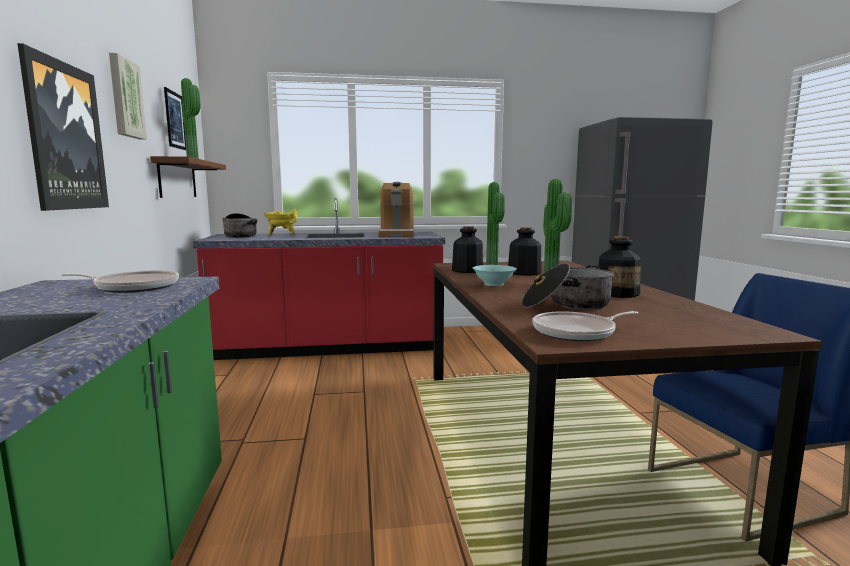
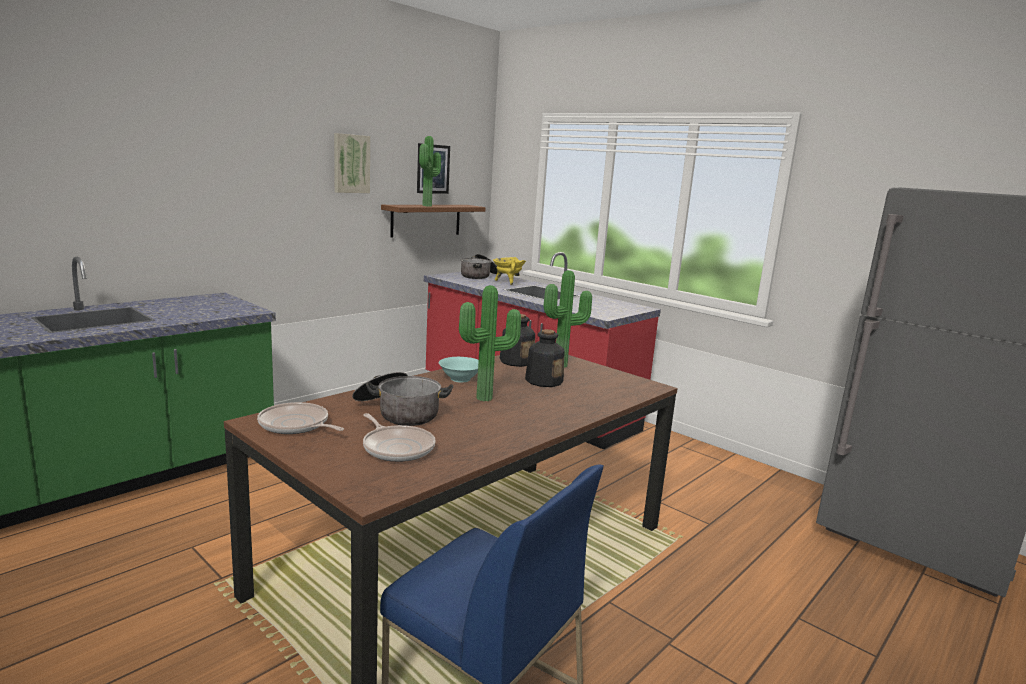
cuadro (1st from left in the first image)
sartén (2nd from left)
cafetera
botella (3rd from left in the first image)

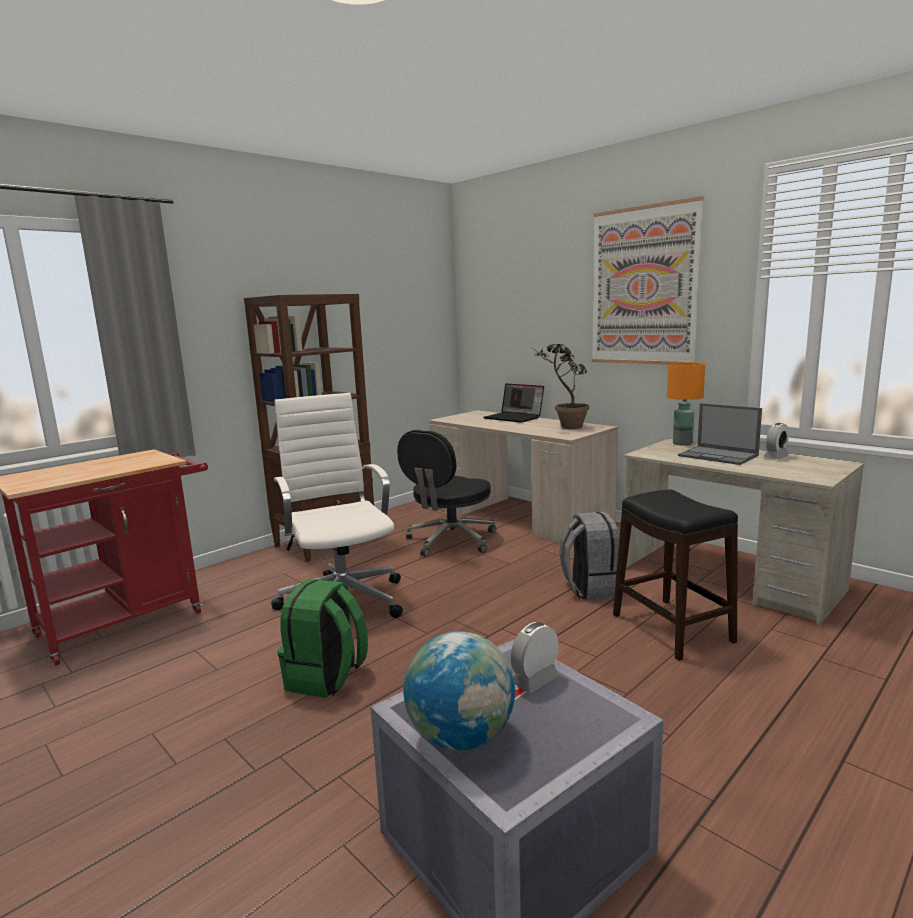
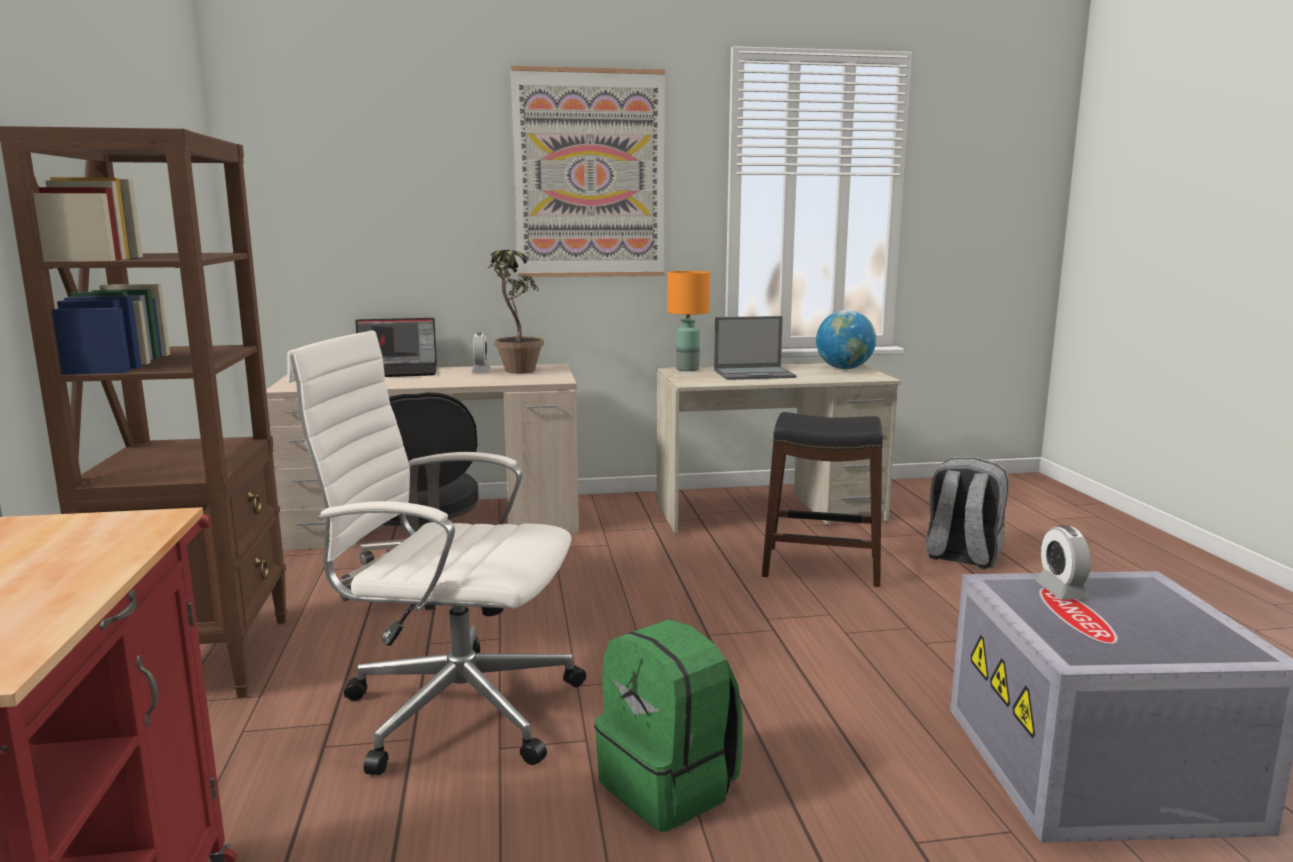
globo terráqueo
mochila (gris)
despertador (1st from left)

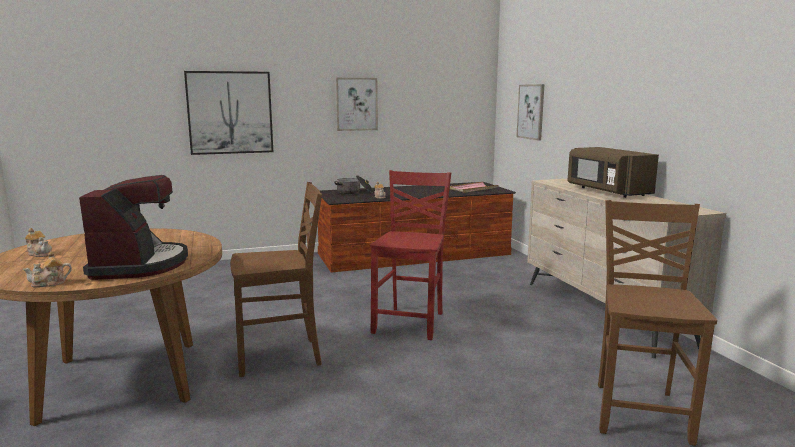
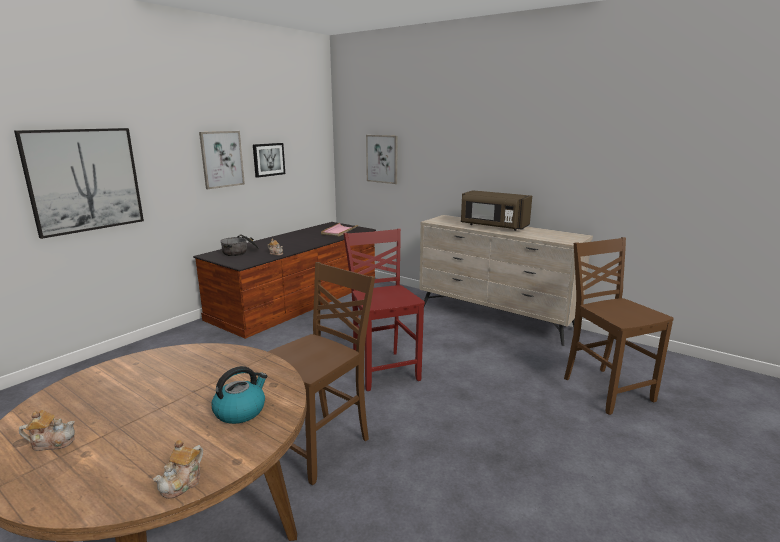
hervidor
cuadro (3rd from left)

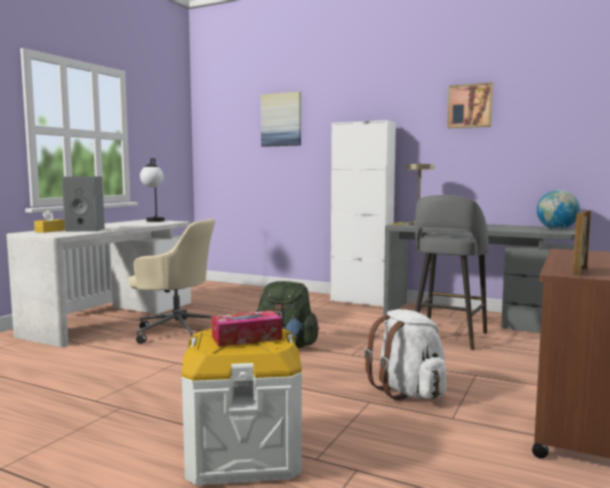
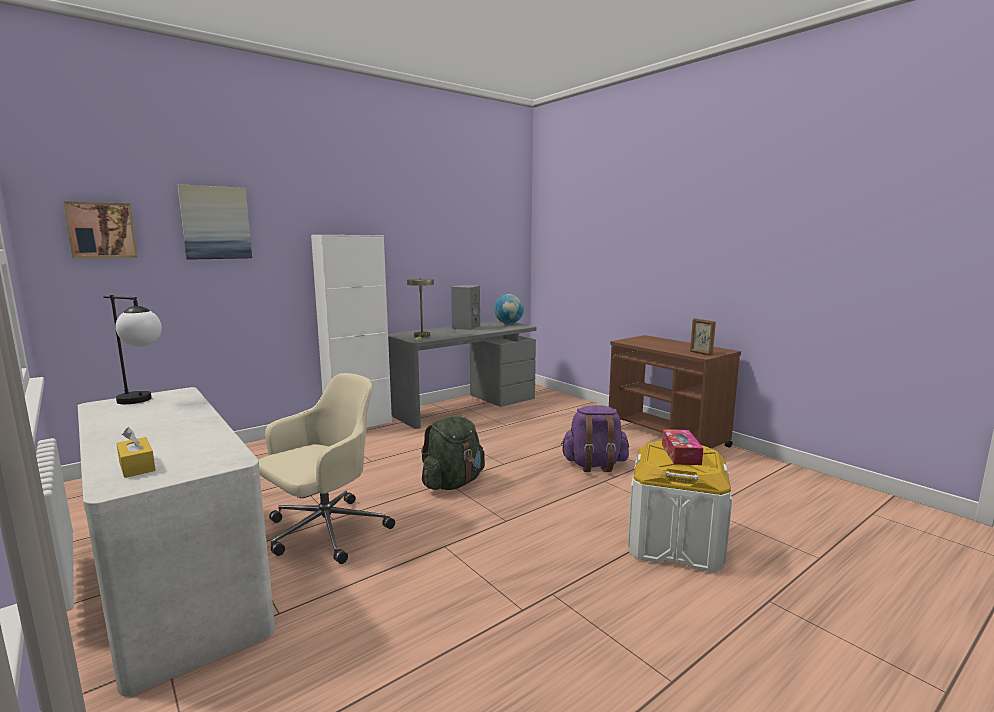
altavoz (gris)
mochila (morado)
taburete (gris)
cuadro (1st from left)

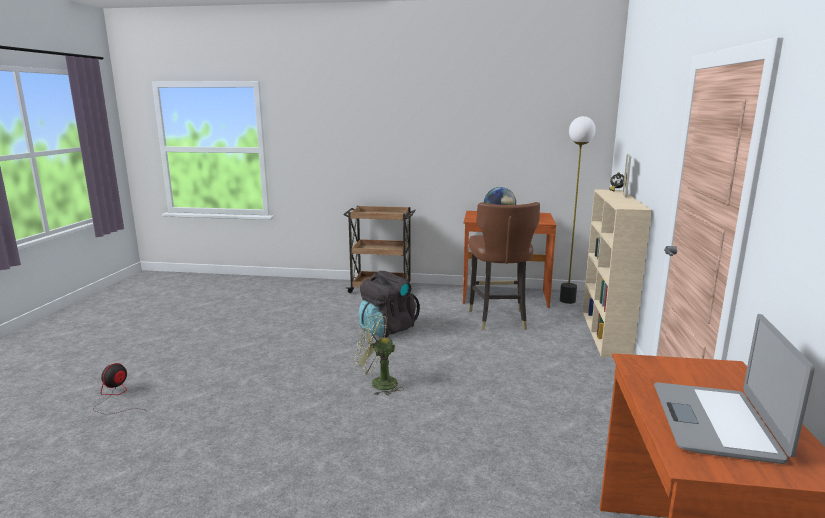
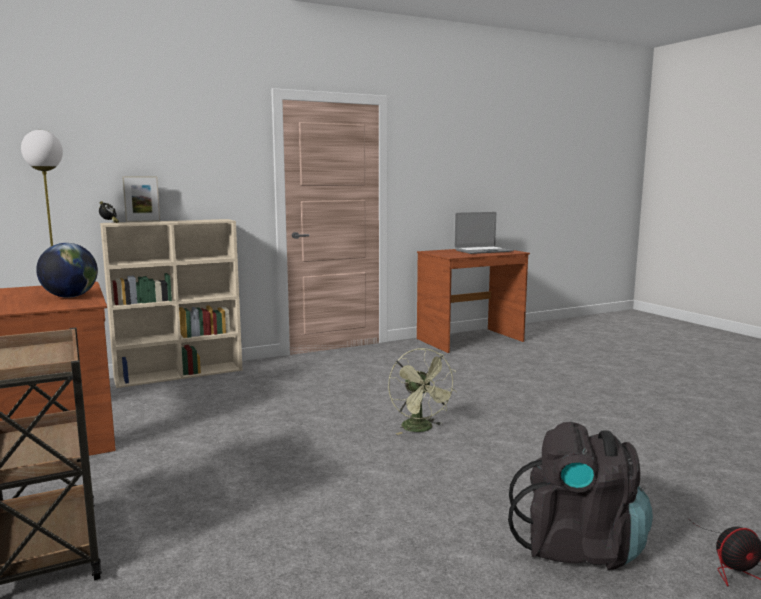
mochila (negro)
silla (marrón)

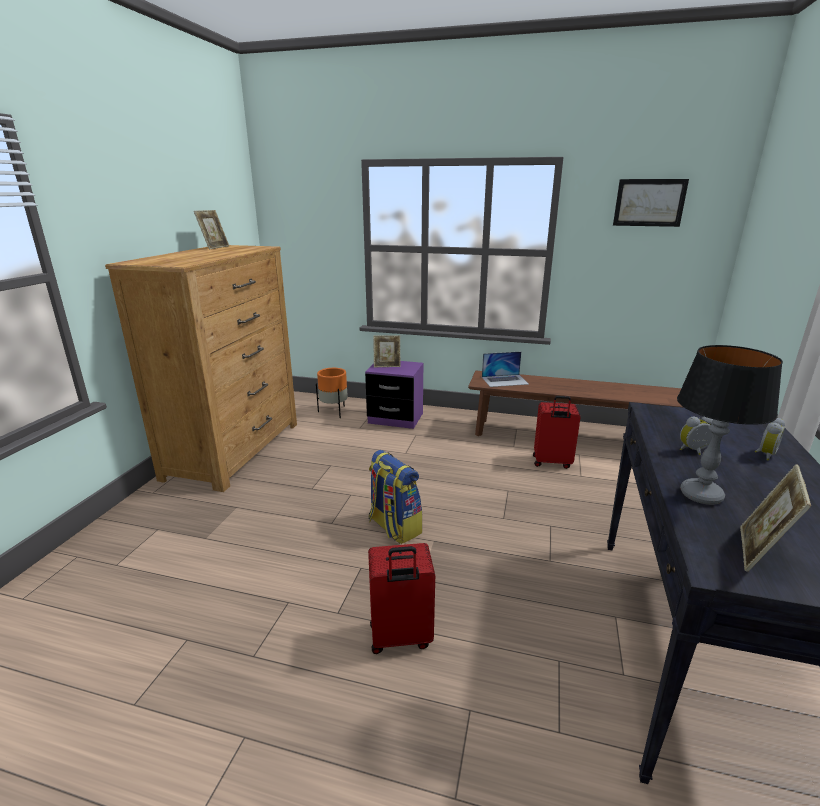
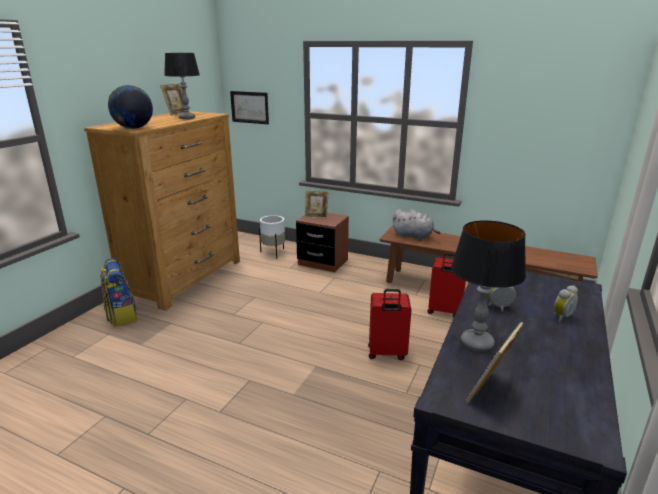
maceta (blanco)
mesita de noche (marrón)
mochila
maleta (rojo) (1st from left)
peluche (gris)
cuadro
globo terráqueo
lámpara de mesa (1st from left)

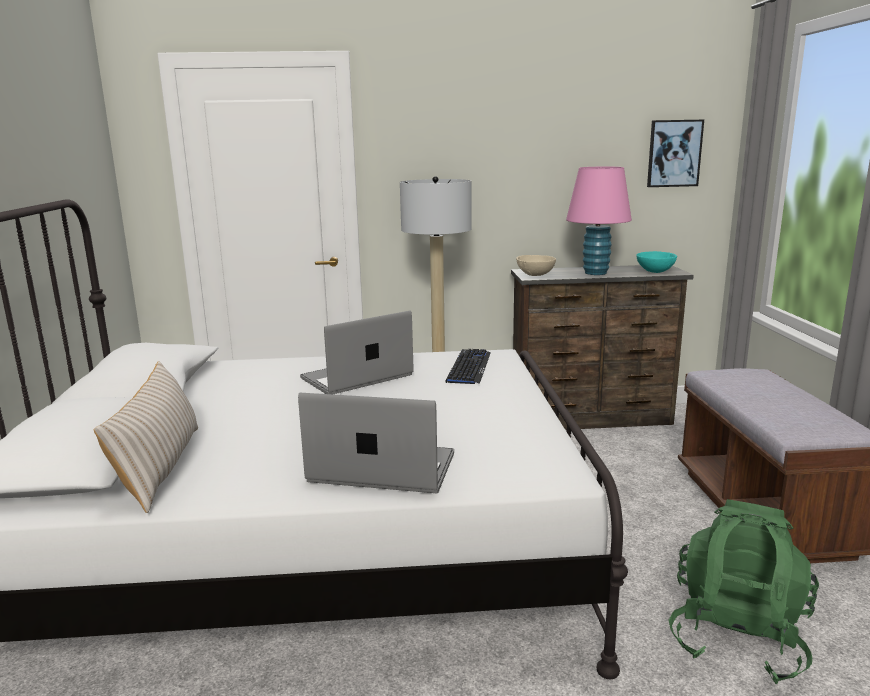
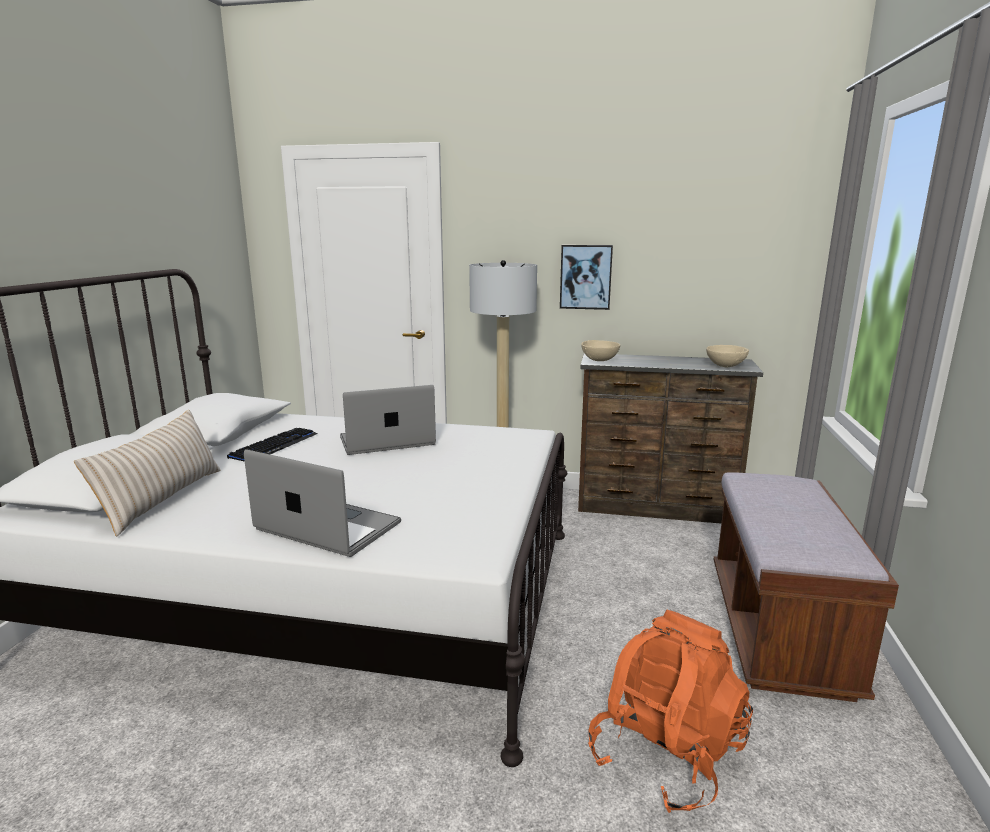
teclado
lámpara de mesa (rosa)
cuenco (beis) (2nd from left)
cuadro
mochila (naranja)

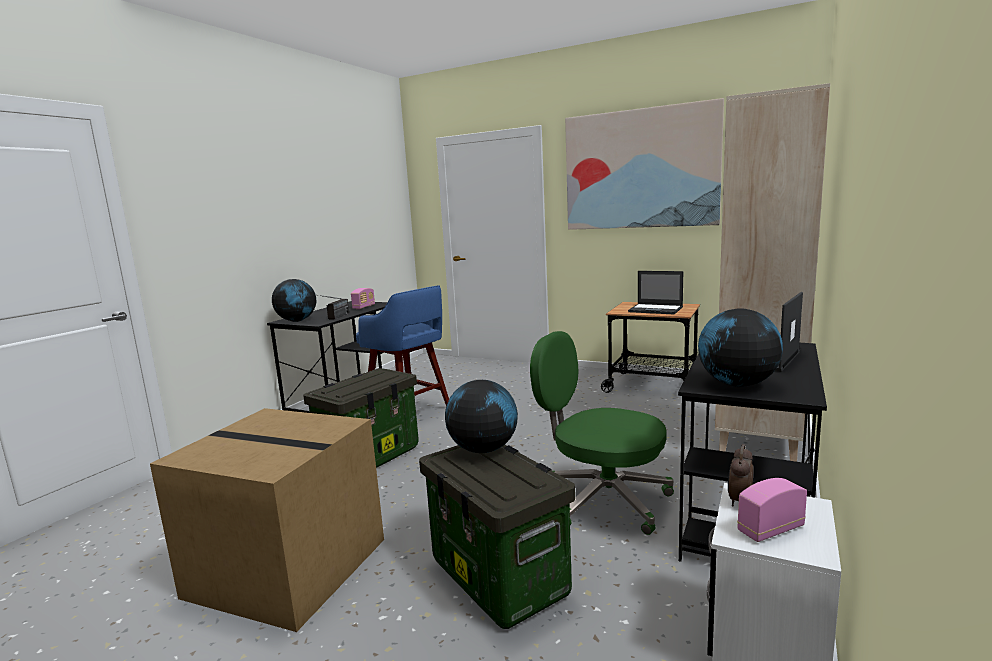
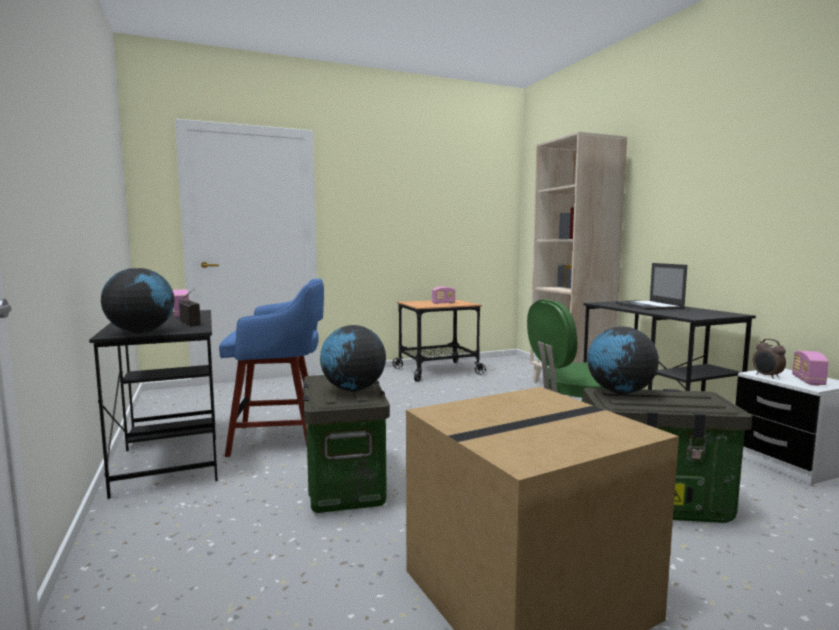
cuadro
radio (3rd from left)
globo terráqueo (2nd from left)

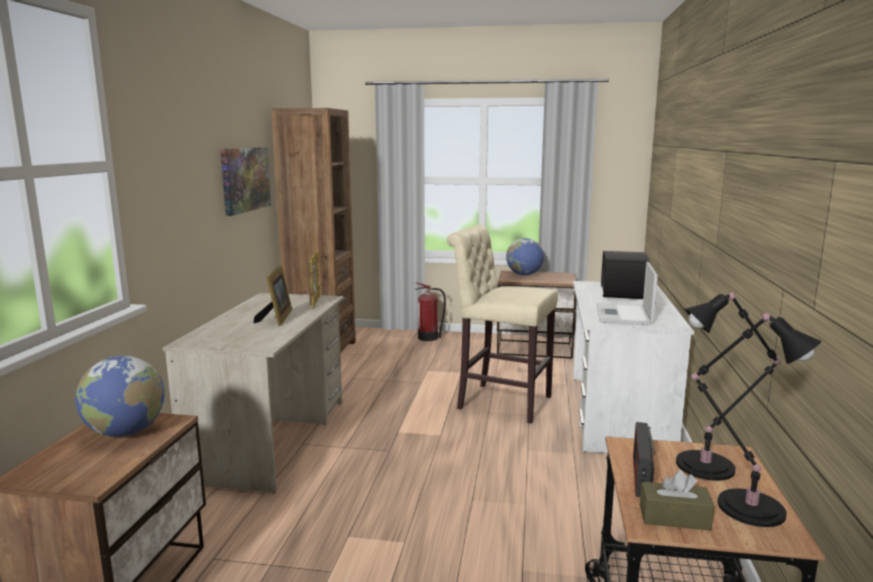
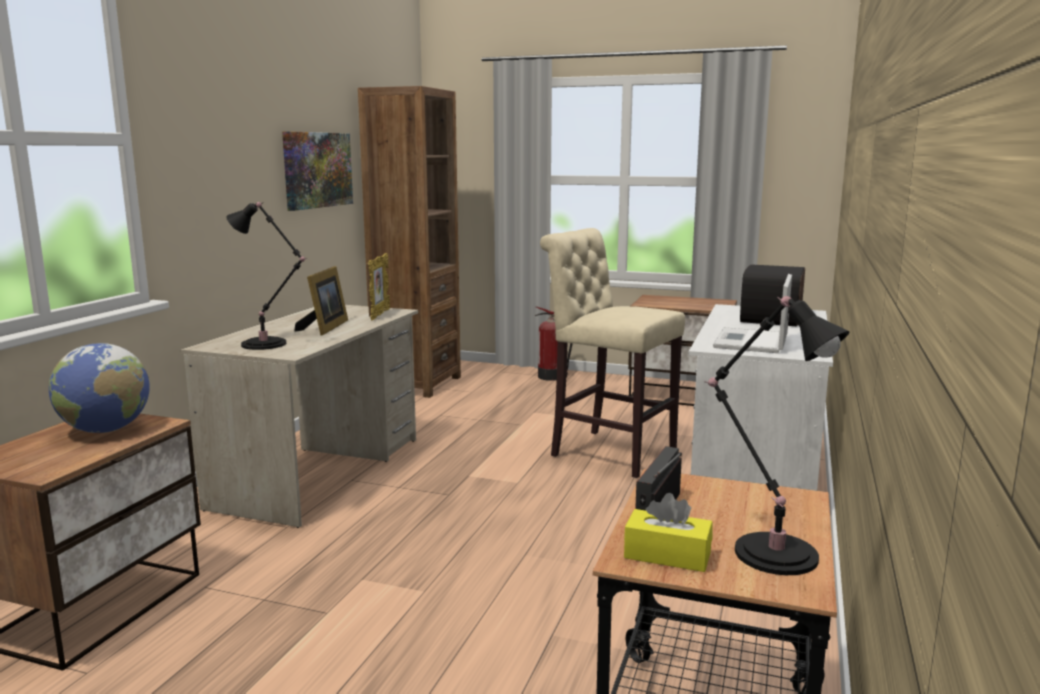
globo terráqueo (2nd from left in the first image)
caja de pañuelos (amarillo)
lámpara de mesa (negro) (1st from left)

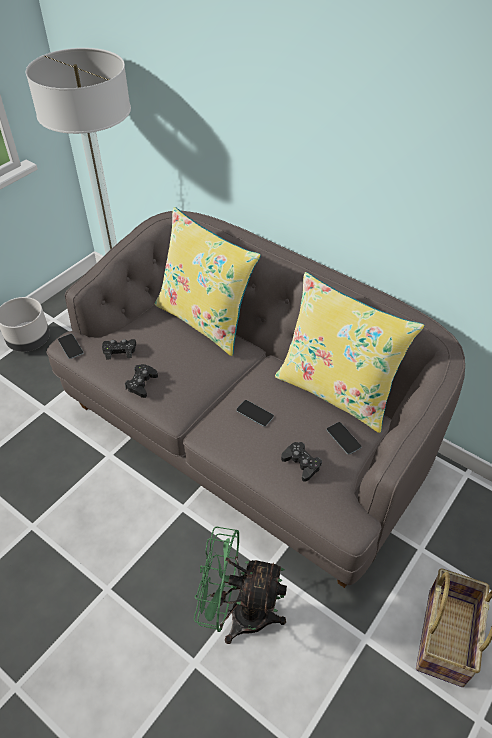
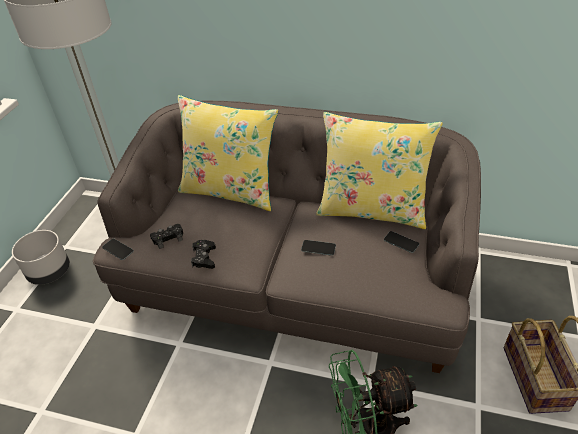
mando de consola (negro) (3rd from left in the first image)

